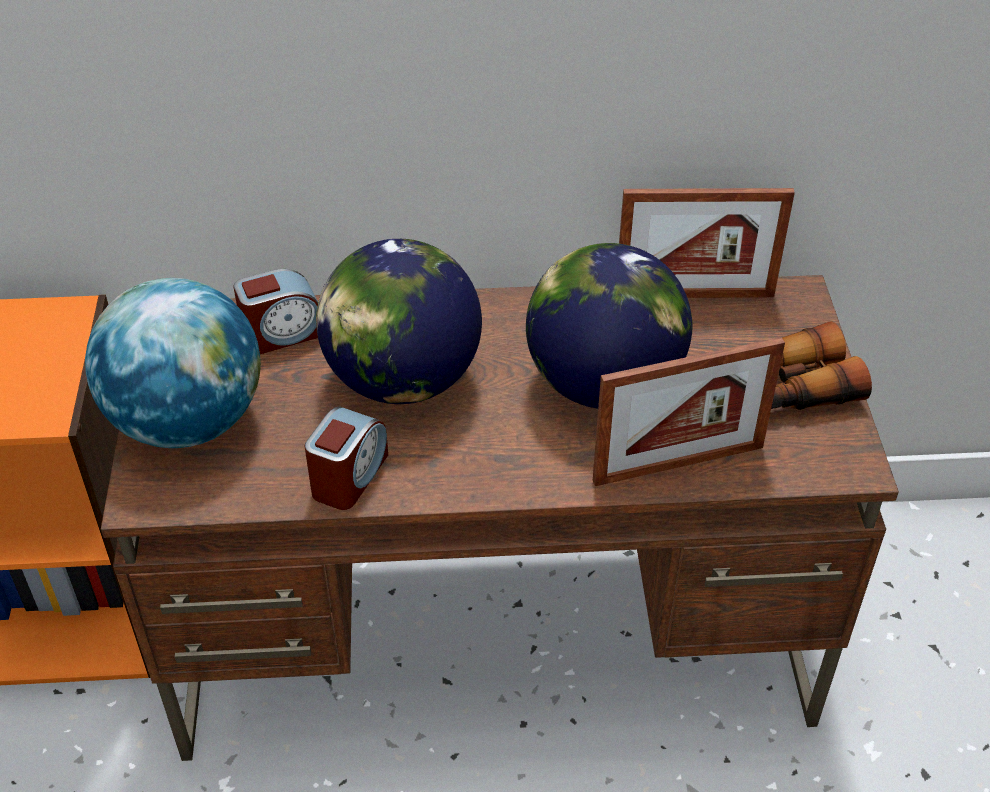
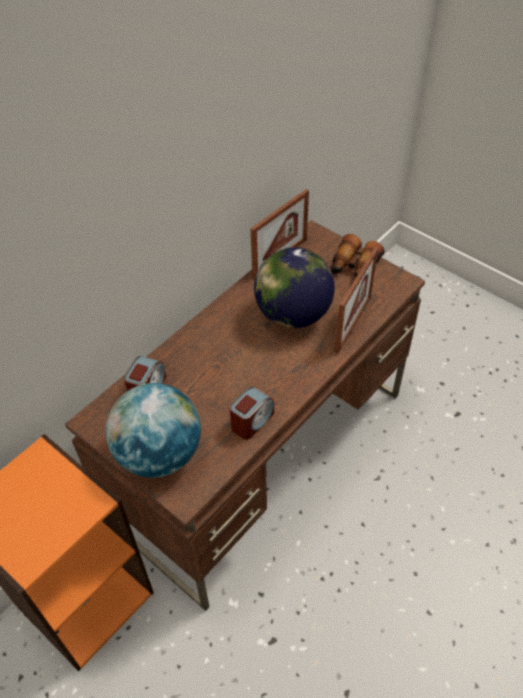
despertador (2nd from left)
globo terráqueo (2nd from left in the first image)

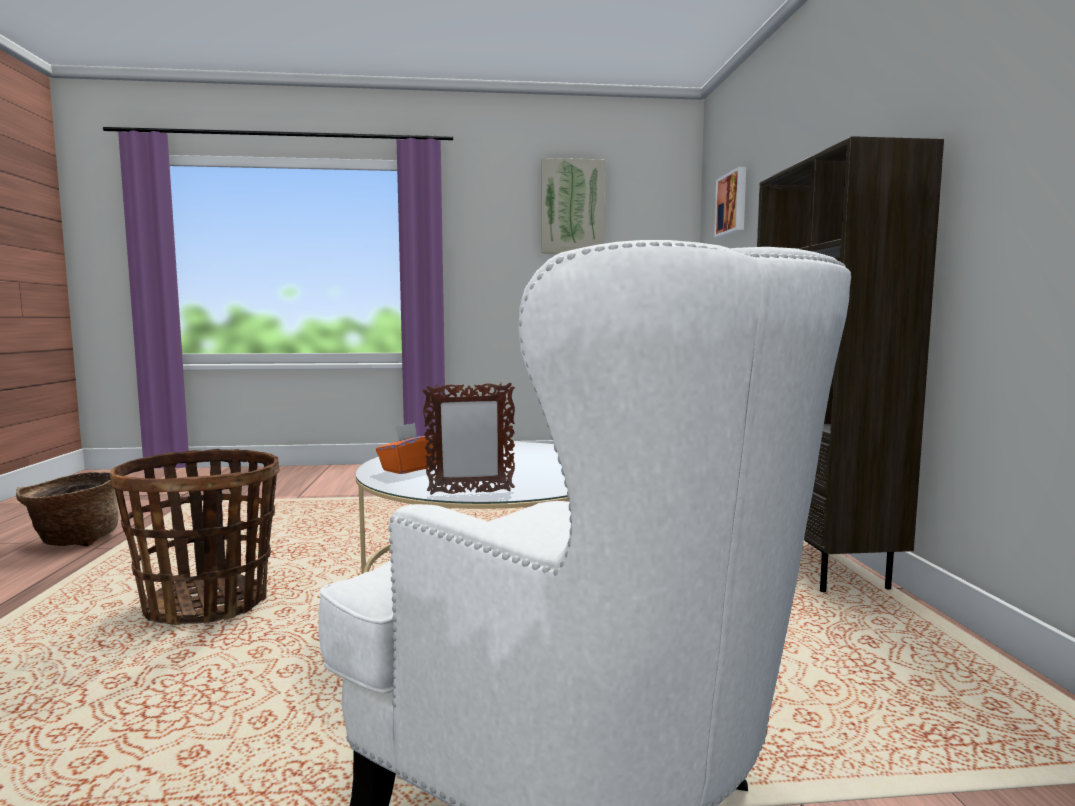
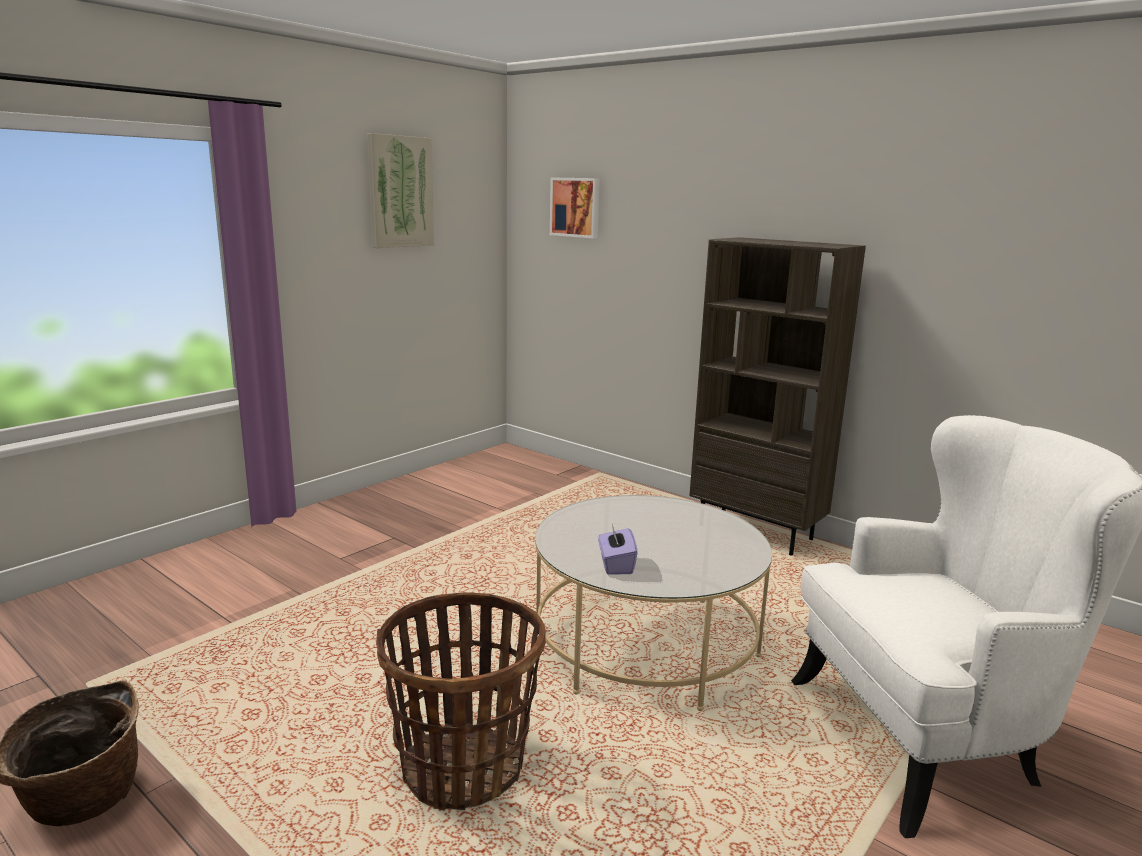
caja de pañuelos (morado)
portarretratos

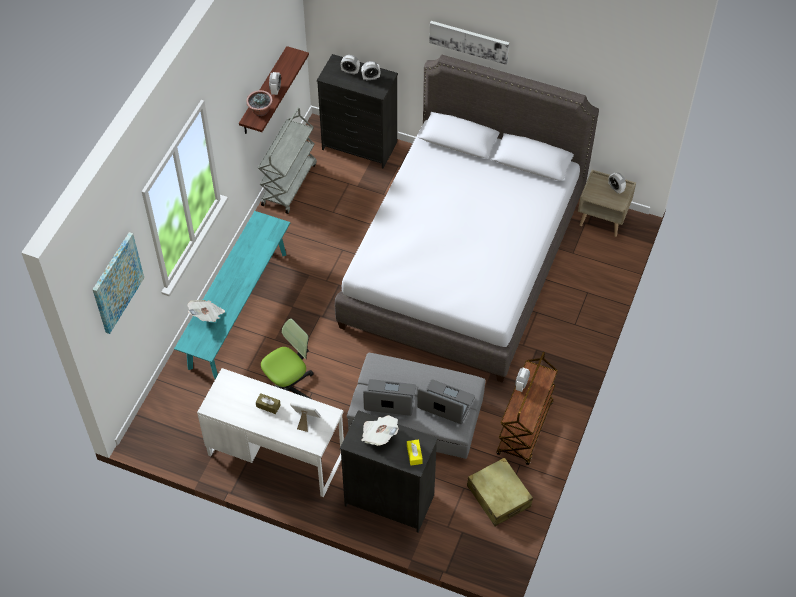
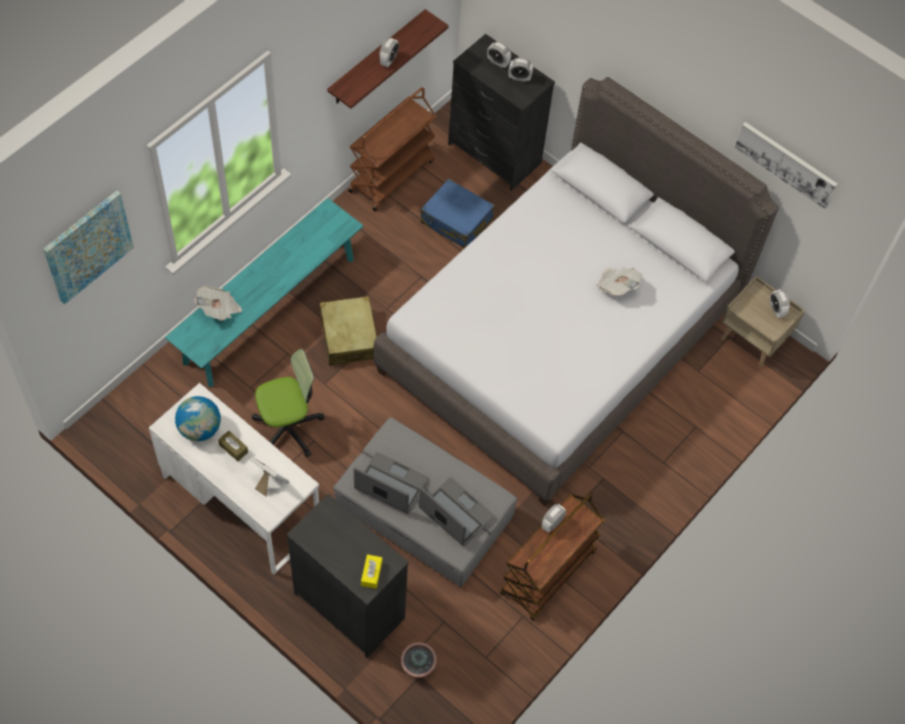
planta en maceta
carrito (marrón) (1st from left)
periódico (2nd from left)
cuadro (2nd from left)
maleta (beis)
globo terráqueo
maleta (azul)

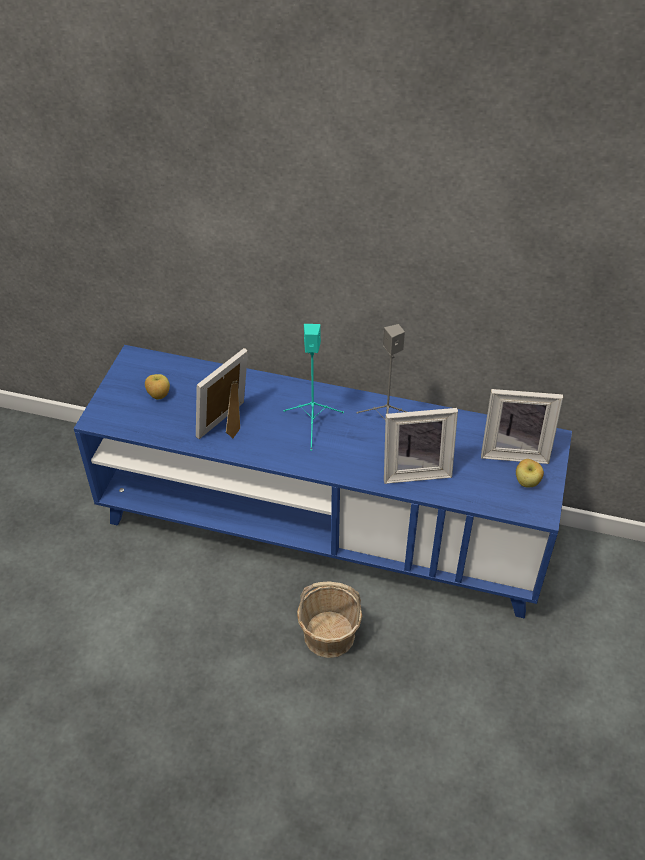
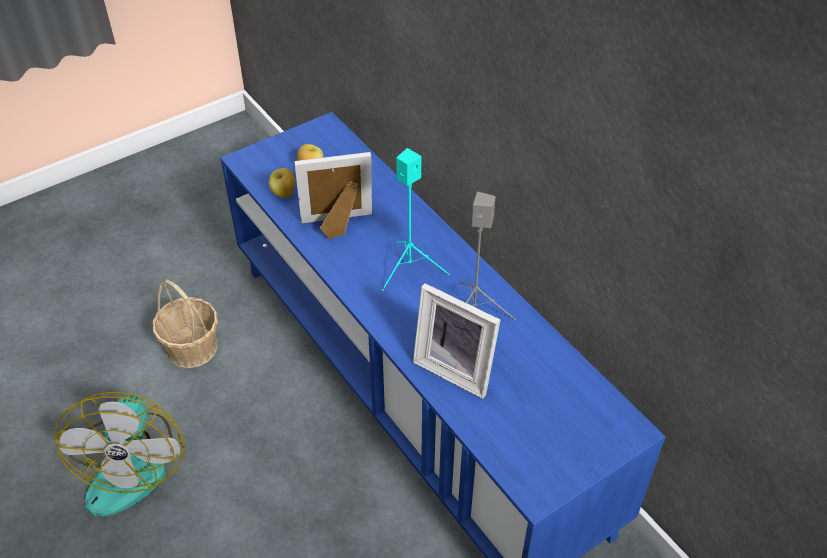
cesta
portarretratos (3rd from left in the first image)
manzana (1st from left)
ventilador

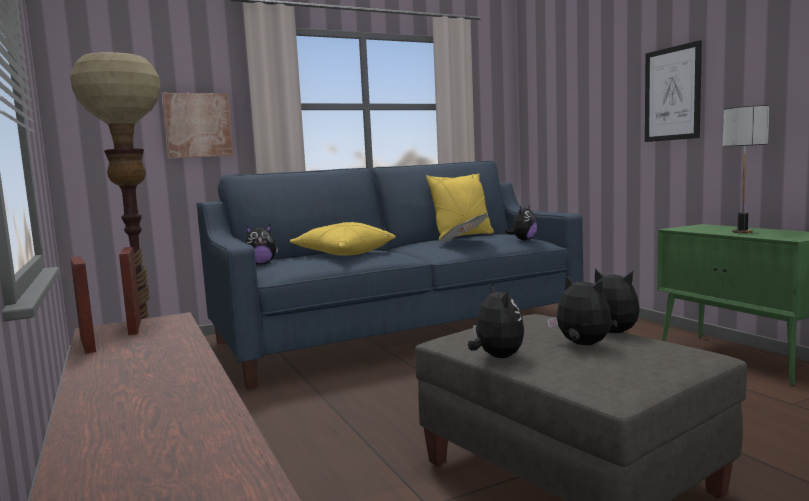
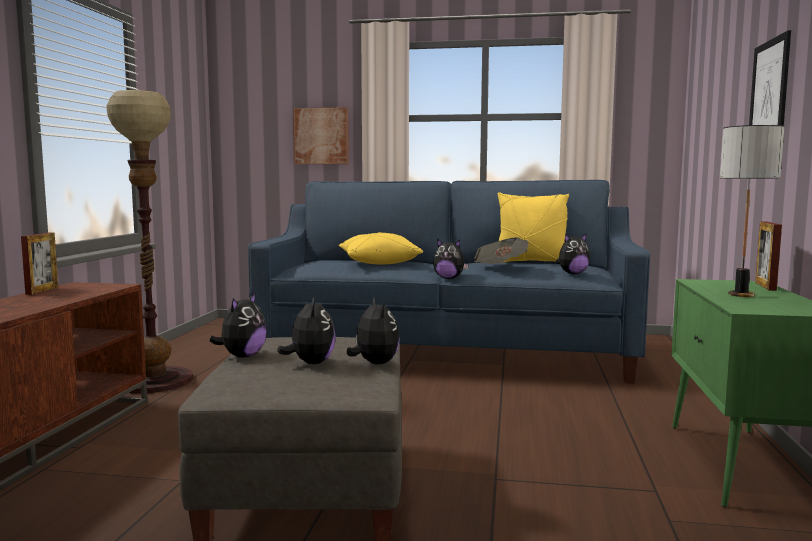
portarretratos (2nd from left)
peluche (4th from left)

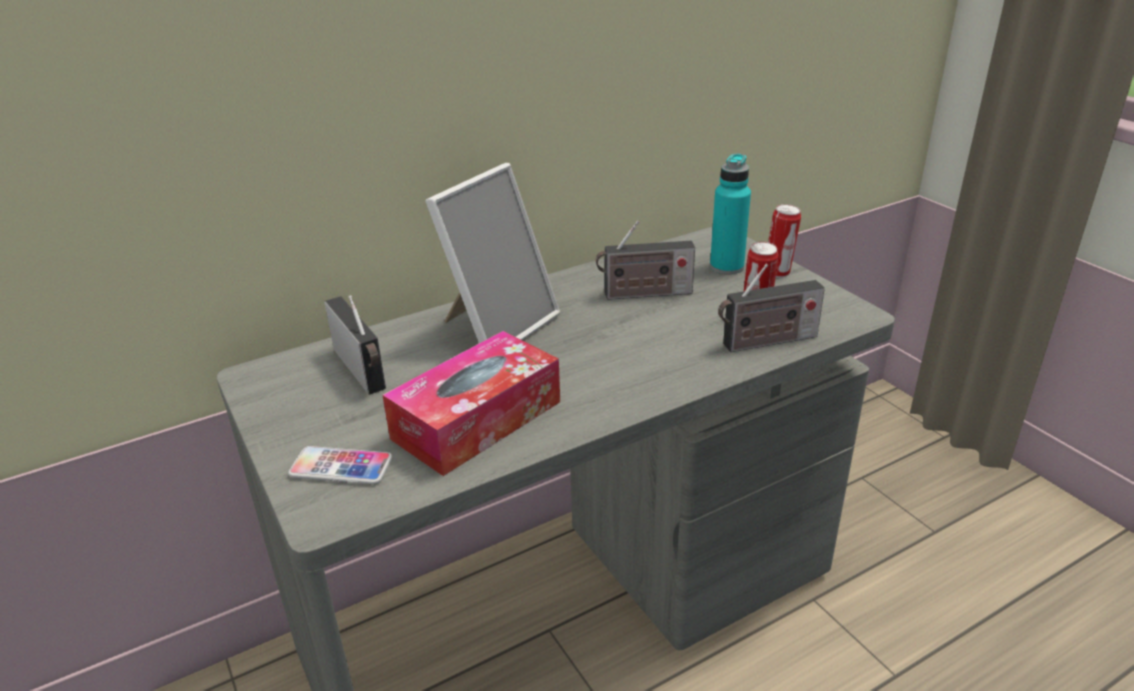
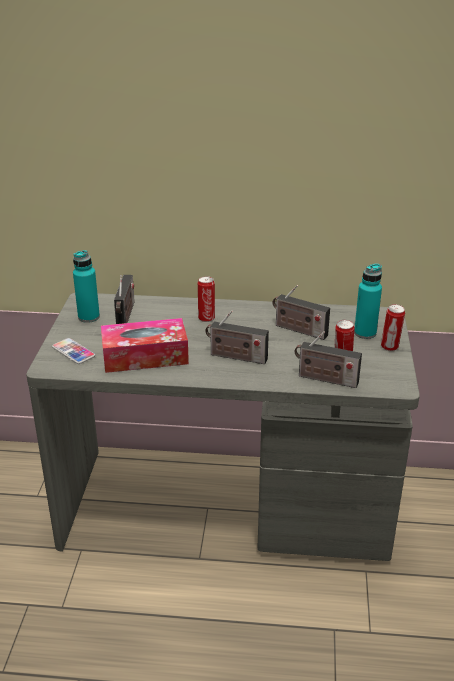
lata (1st from left)
botella (turquesa) (1st from left)
radio (2nd from left)

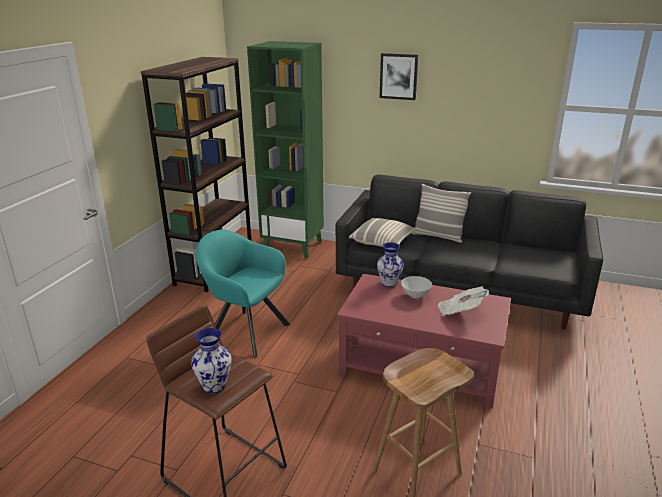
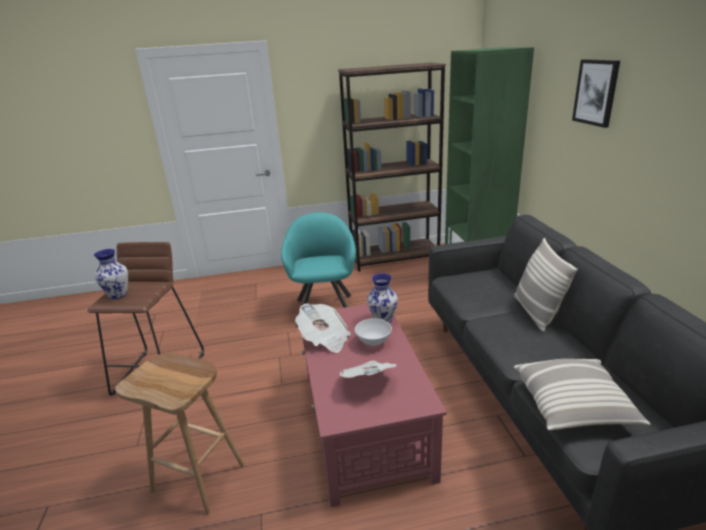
cojín (2nd from left)
periódico (1st from left)

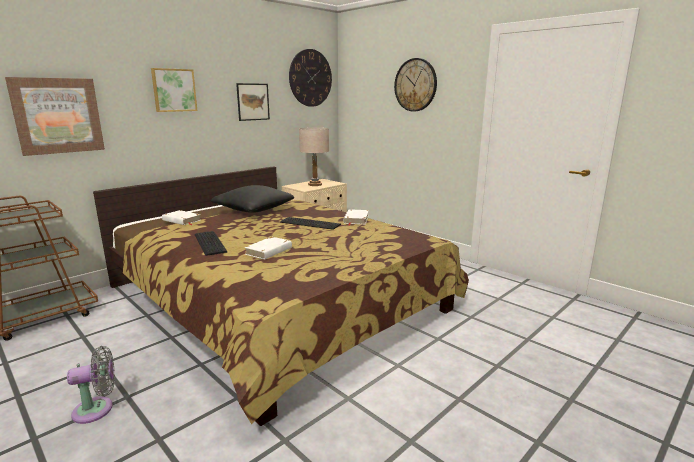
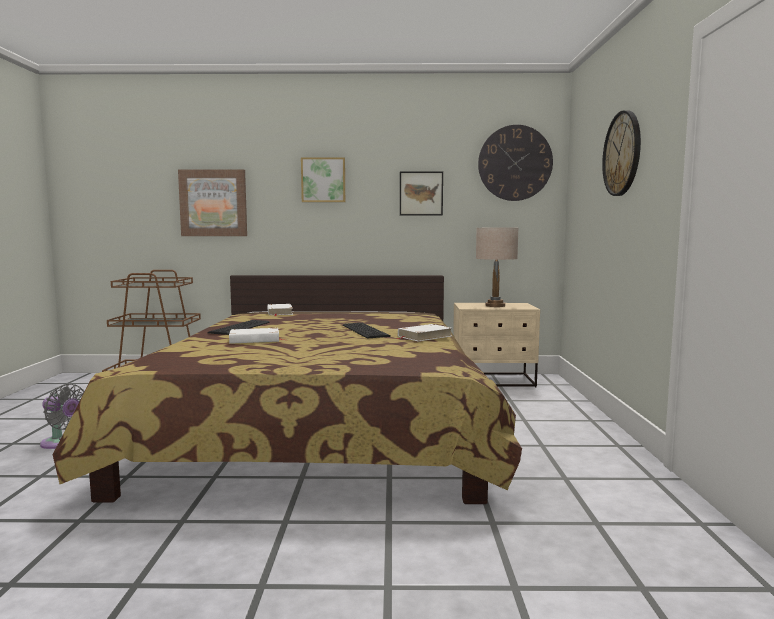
cojín (negro)

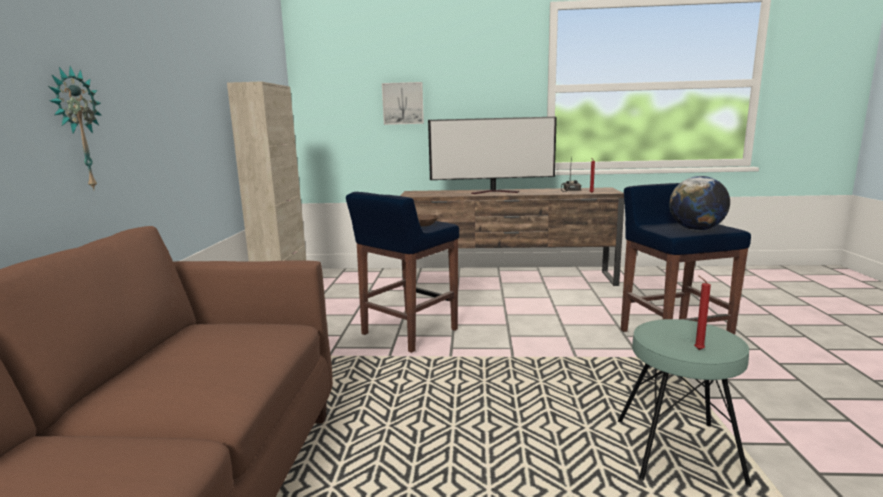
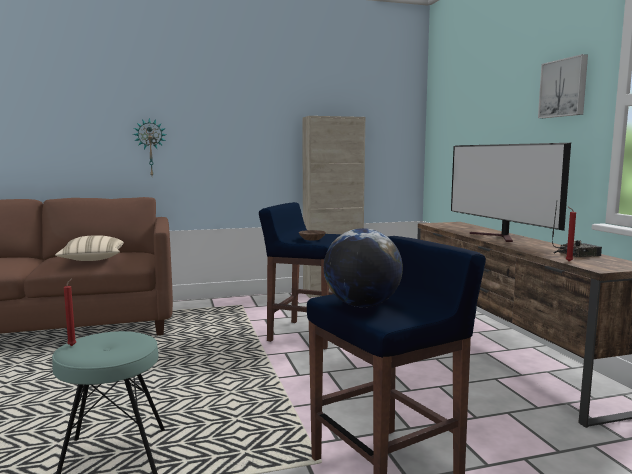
cuadro
cojín (beis)

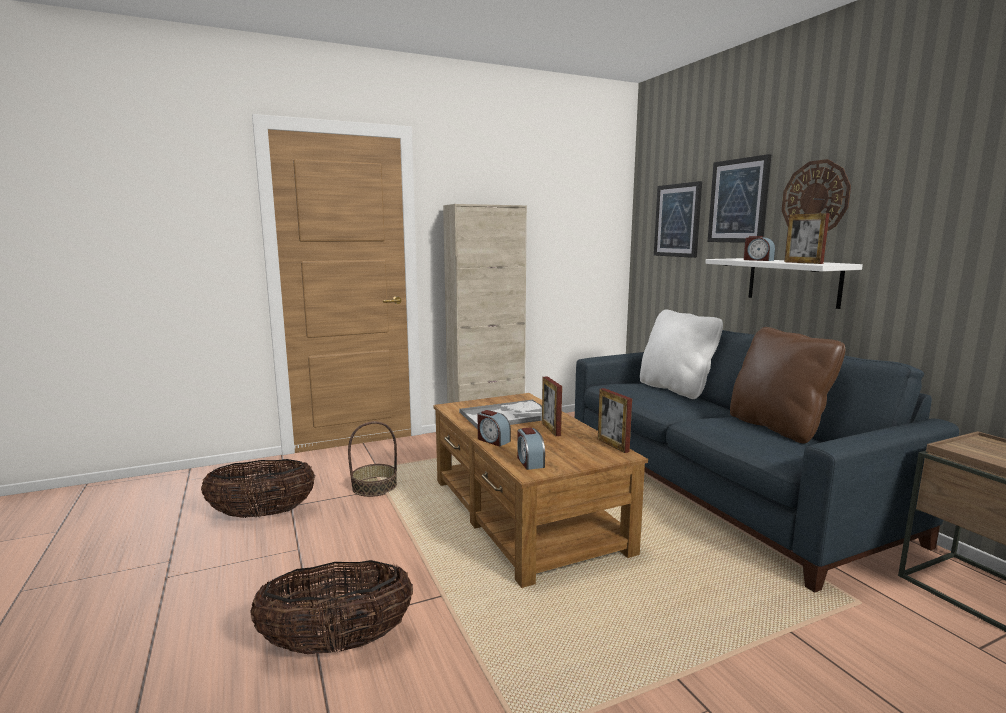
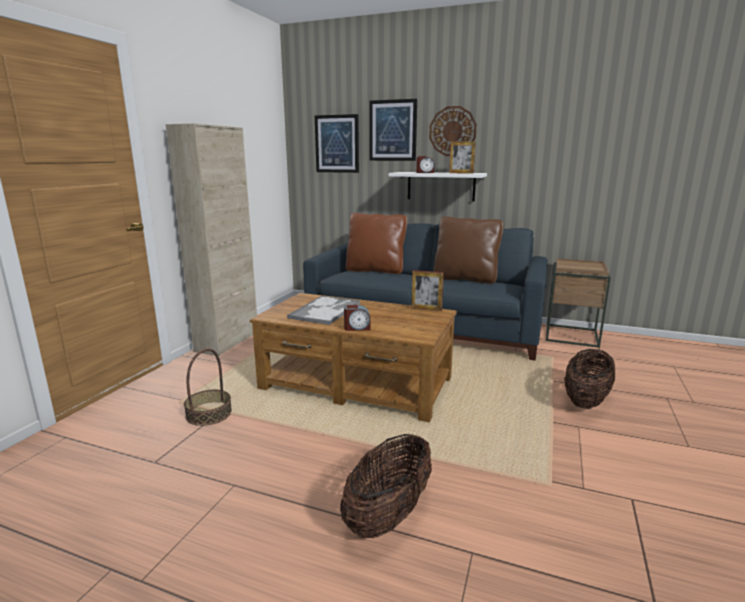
cesta (3rd from left)
despertador (2nd from left in the first image)
portarretratos (1st from left in the first image)
cojín (marrón) (1st from left)

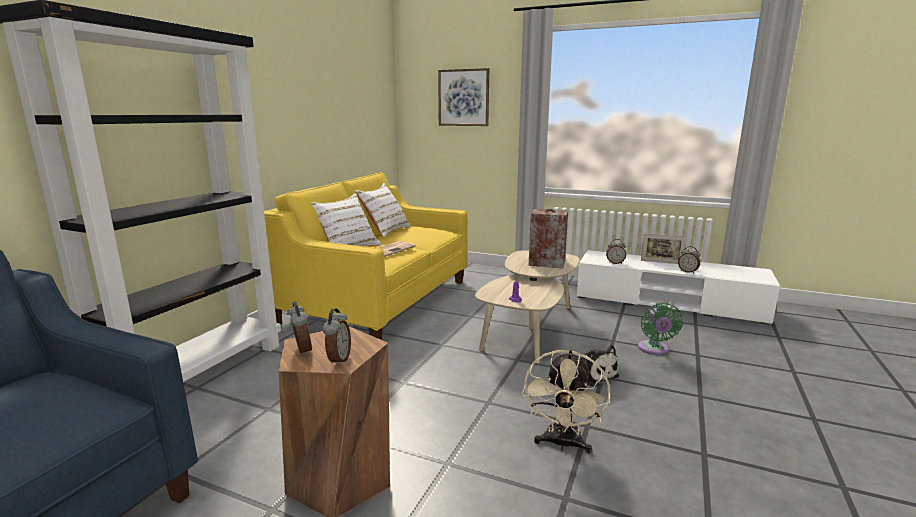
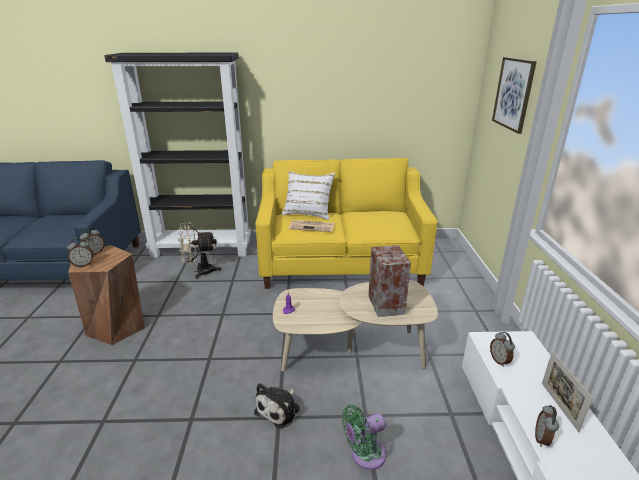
cojín (blanco) (2nd from left in the first image)
ventilador (beis)

